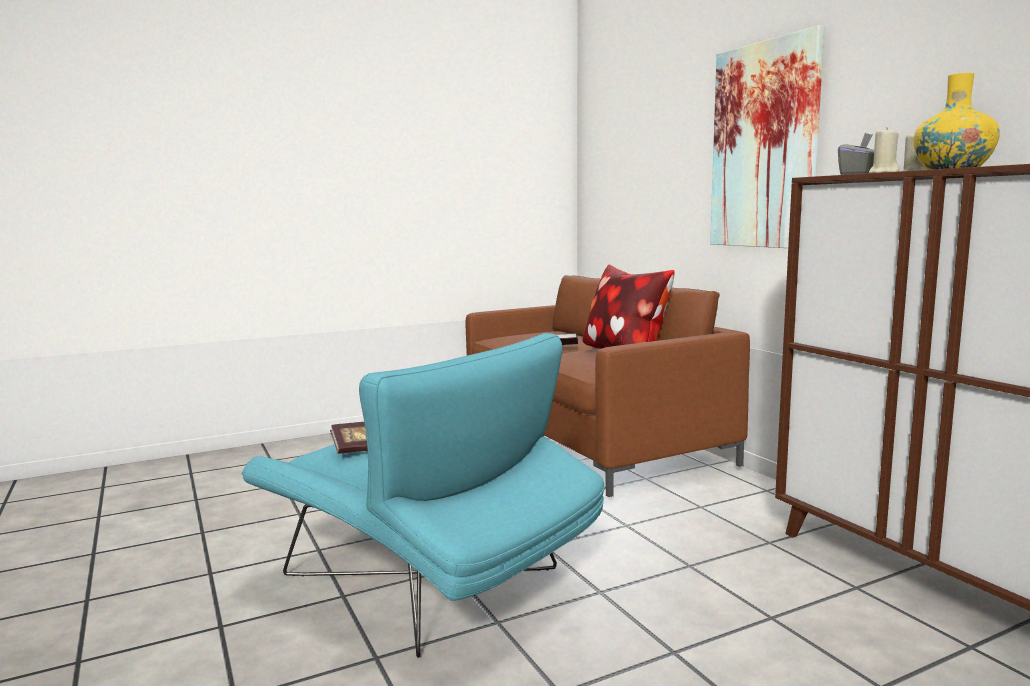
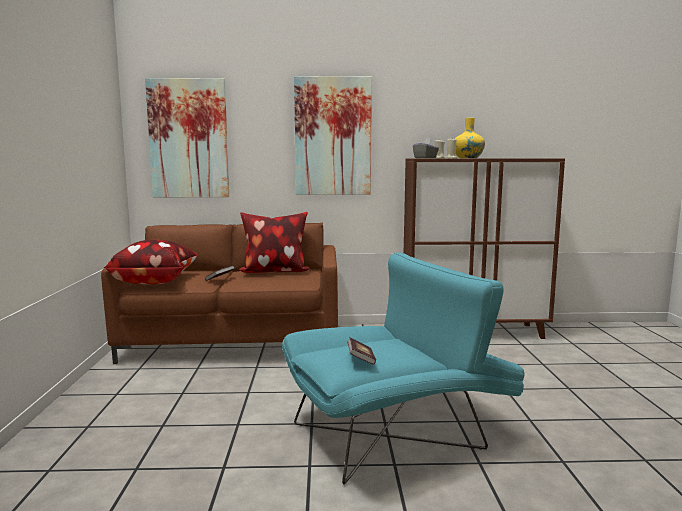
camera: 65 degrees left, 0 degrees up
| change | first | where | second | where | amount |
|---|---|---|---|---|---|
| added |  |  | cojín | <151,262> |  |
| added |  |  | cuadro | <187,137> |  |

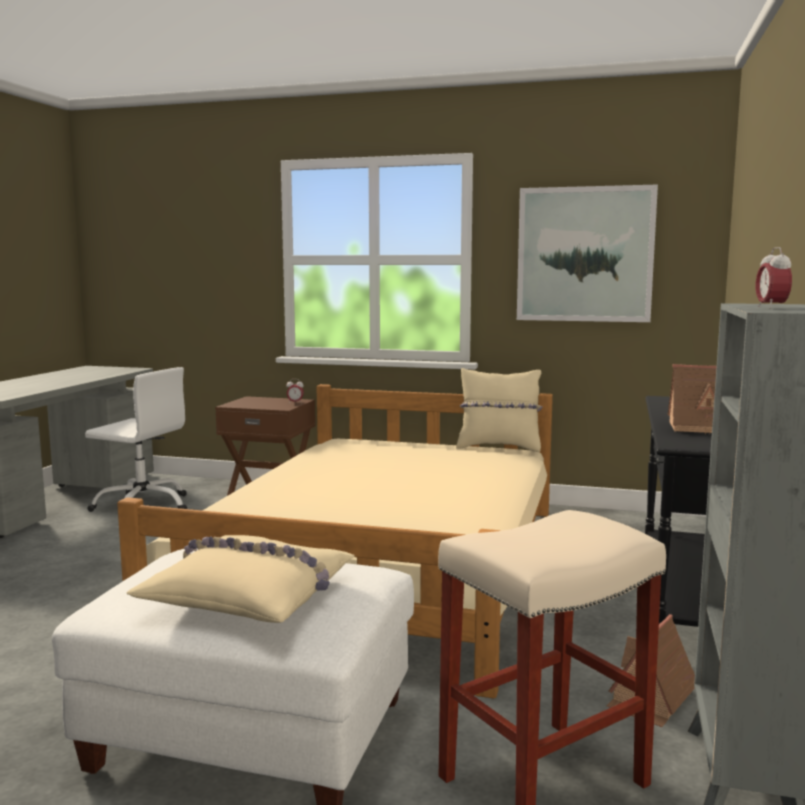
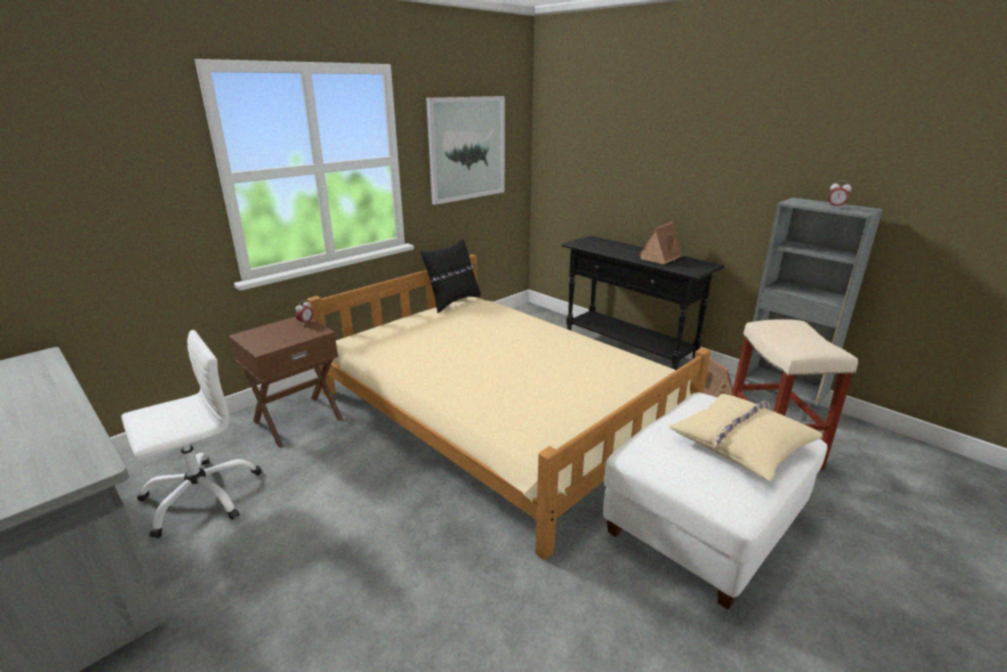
camera: 60 degrees left, 15 degrees up
| change | first | where | second | where | amount |
|---|---|---|---|---|---|
| recoloured | cojín (beis) | <499,410> | cojín (negro) | <450,276> |  |

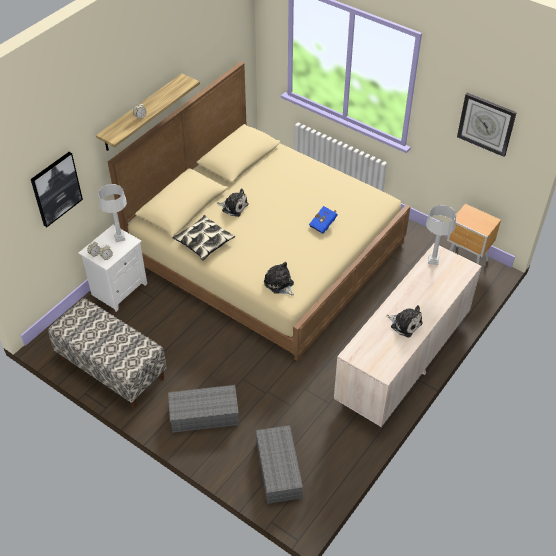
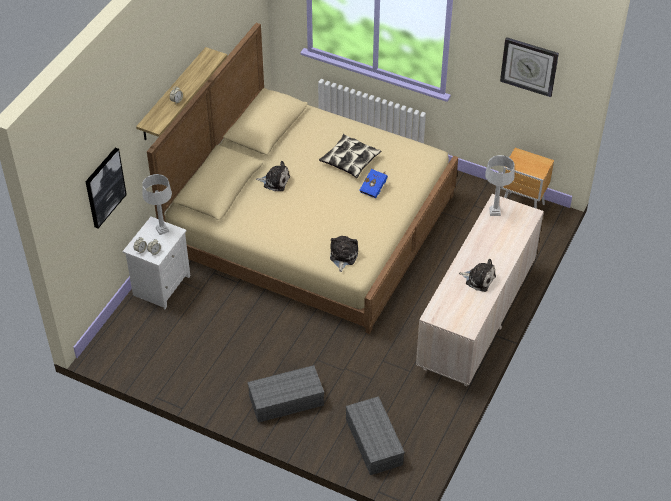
camera: 10 degrees left, 0 degrees up
| change | first | where | second | where | amount |
|---|---|---|---|---|---|
| removed | banco | <107,353> |  |  |  |
| moved | cojín | <204,237> |  | <350,156> |  |
| turned | peluche | <279,279> |  | <344,254> | 60 degrees clockwise |

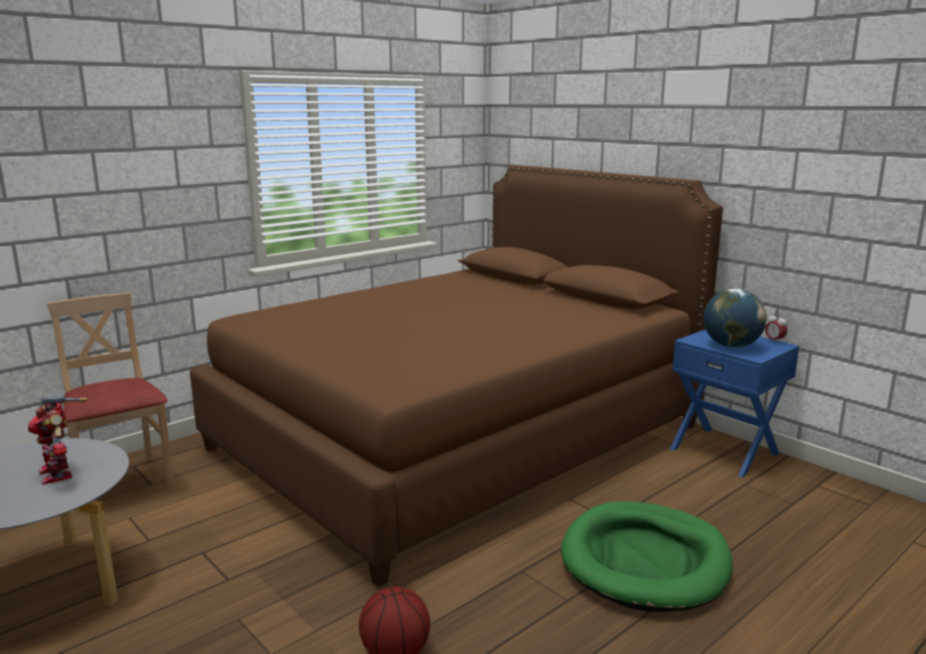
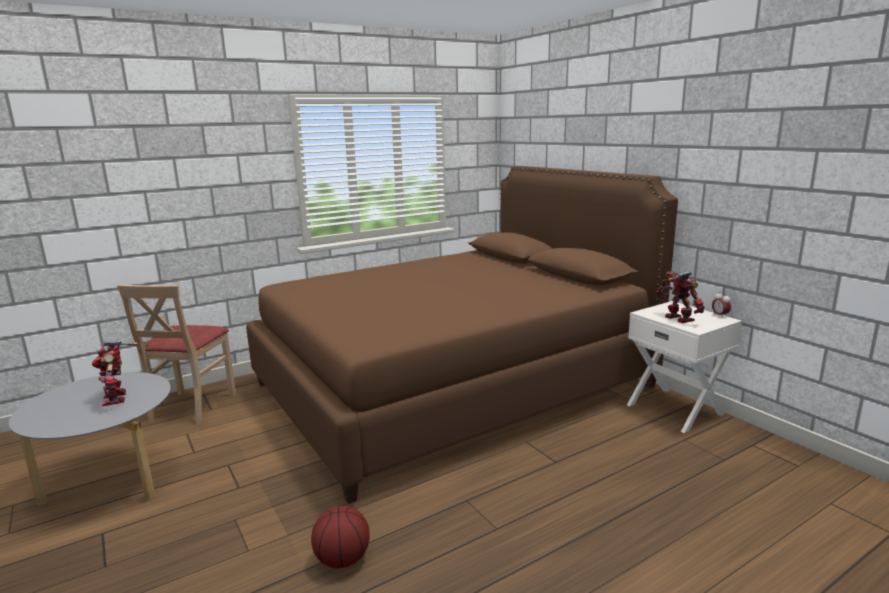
camera: 10 degrees right, 0 degrees up
| change | first | where | second | where | amount |
|---|---|---|---|---|---|
| removed | cama para perro (verde) | <647,556> |  |  |  |
| replaced | globo terráqueo | <735,318> | robot de juguete | <681,297> |  |
| recoloured | mesita de noche (azul) | <734,403> | mesita de noche (blanco) | <684,367> |  |
| turned | silla (beis) | <111,403> |  | <176,354> | 150 degrees counterclockwise |

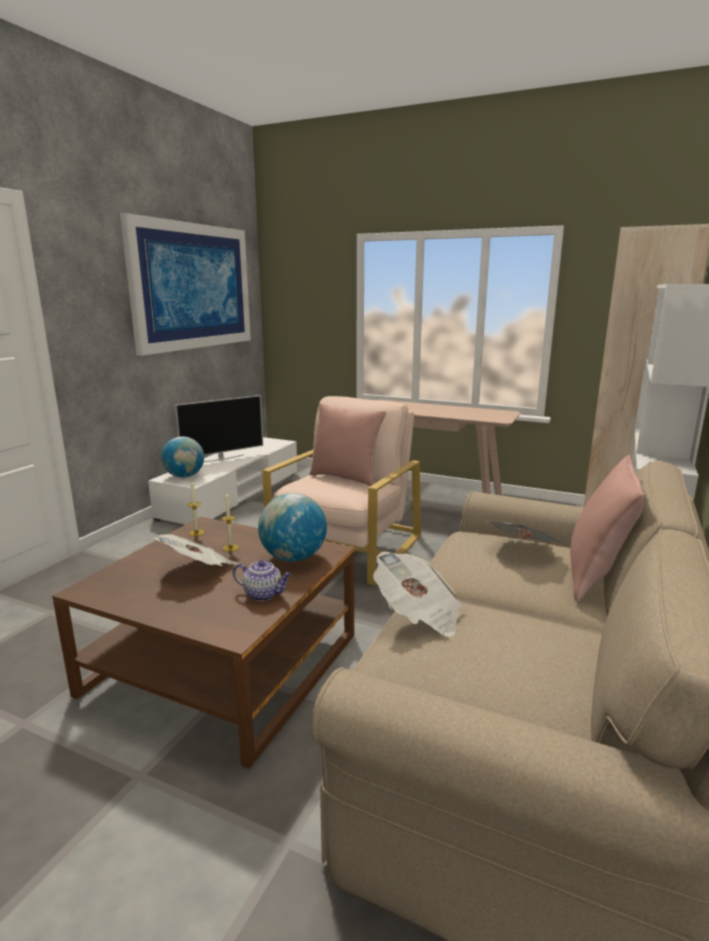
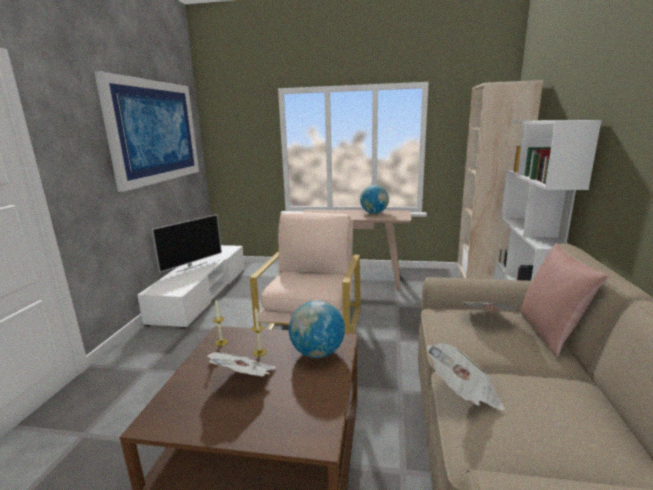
camera: 15 degrees left, 0 degrees up
| change | first | where | second | where | amount |
|---|---|---|---|---|---|
| removed | tetera | <262,580> |  |  |  |
| removed | cojín (rosa) | <347,444> |  |  |  |
| moved | globo terráqueo | <182,457> |  | <374,199> |  |

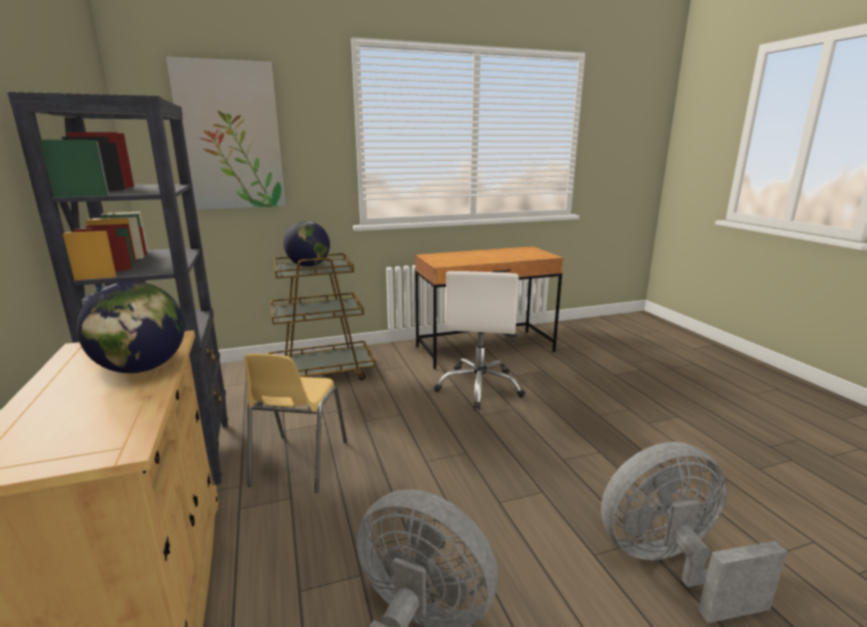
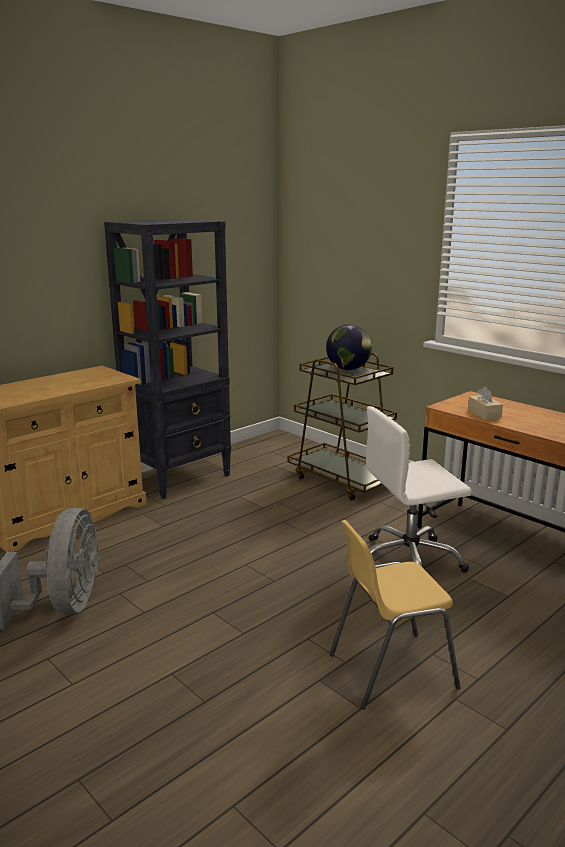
camera: 65 degrees right, 0 degrees up
| change | first | where | second | where | amount |
|---|---|---|---|---|---|
| removed | globo terráqueo | <131,327> |  |  |  |
| removed | cuadro | <226,133> |  |  |  |
| removed | ventilador (gris) | <694,532> |  |  |  |
| added |  |  | caja de pañuelos (beis) | <485,403> |  |
| moved | silla (amarillo) | <295,423> |  | <395,614> |  |

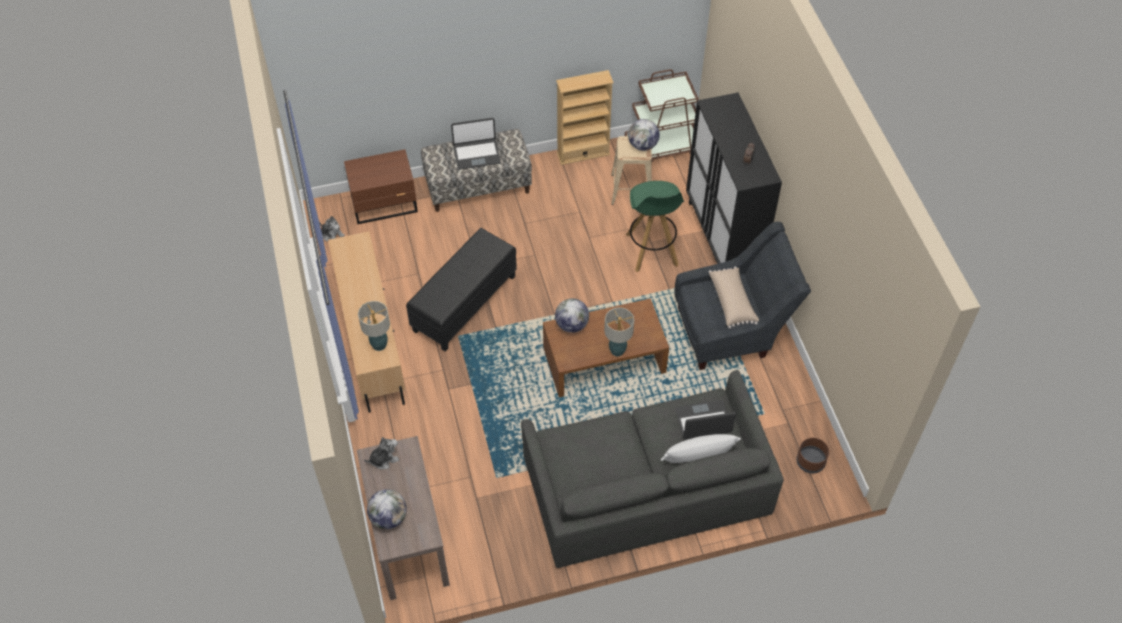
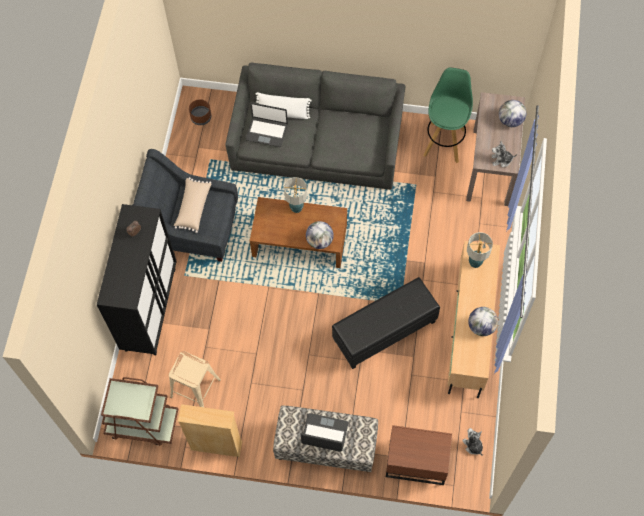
camera: 155 degrees left, 10 degrees up
| change | first | where | second | where | amount |
|---|---|---|---|---|---|
| moved | taburete (verde) | <655,226> |  | <448,115> |  |
| moved | globo terráqueo | <644,135> |  | <483,321> |  |

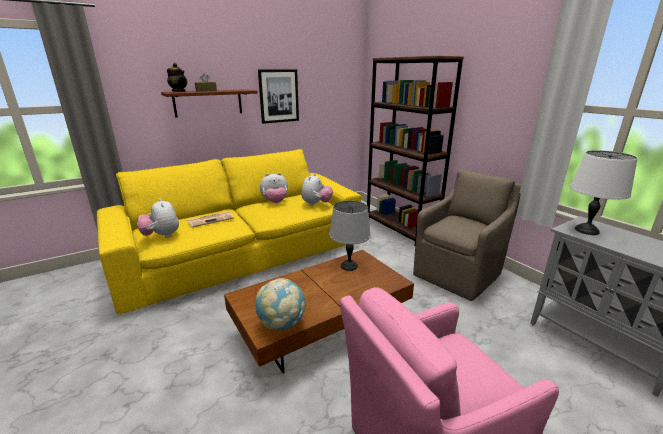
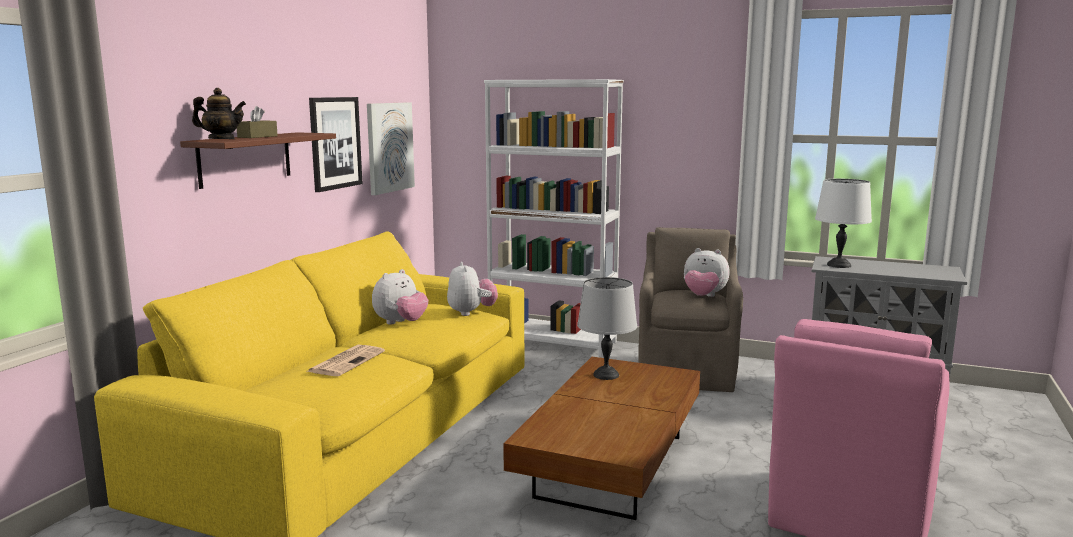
camera: 35 degrees left, 10 degrees down
| change | first | where | second | where | amount |
|---|---|---|---|---|---|
| removed | globo terráqueo | <280,304> |  |  |  |
| added |  |  | cuadro | <391,148> |  |
| moved | peluche | <158,218> |  | <707,272> |  |
| recoloured | estantería (marrón) | <415,150> | estantería (blanco) | <554,218> |  |

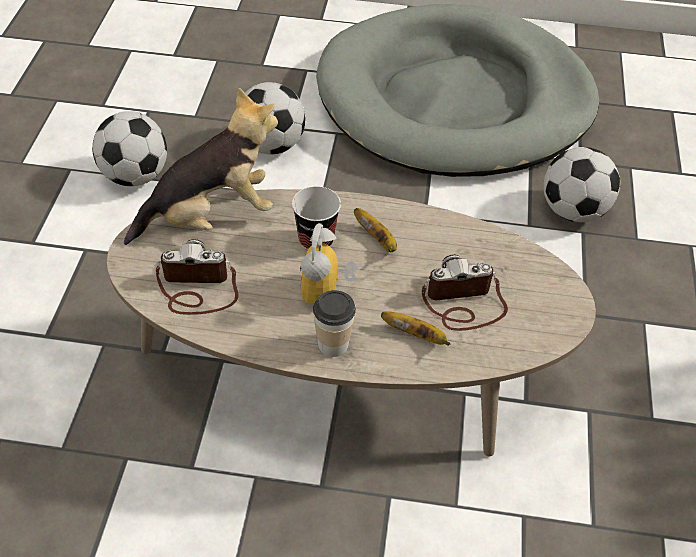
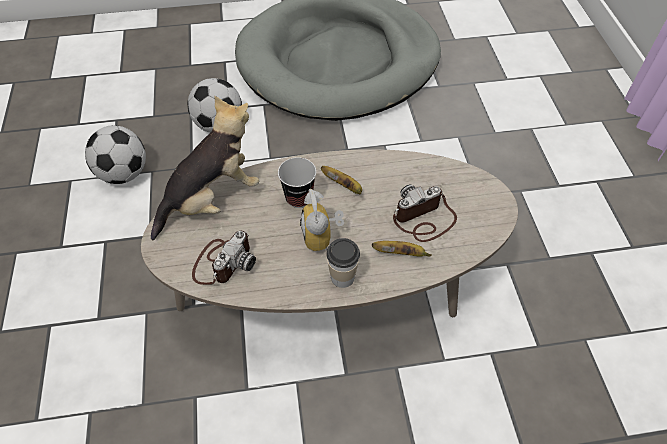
camera: 15 degrees left, 5 degrees up
| change | first | where | second | where | amount |
|---|---|---|---|---|---|
| removed | balón de fútbol | <581,184> |  |  |  |
| turned | cámara | <197,277> |  | <224,258> | 135 degrees clockwise |

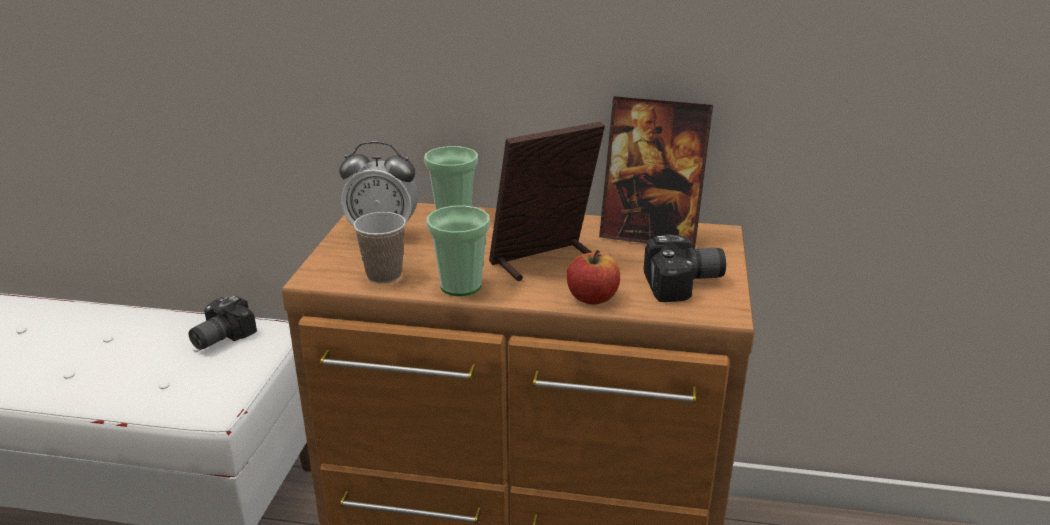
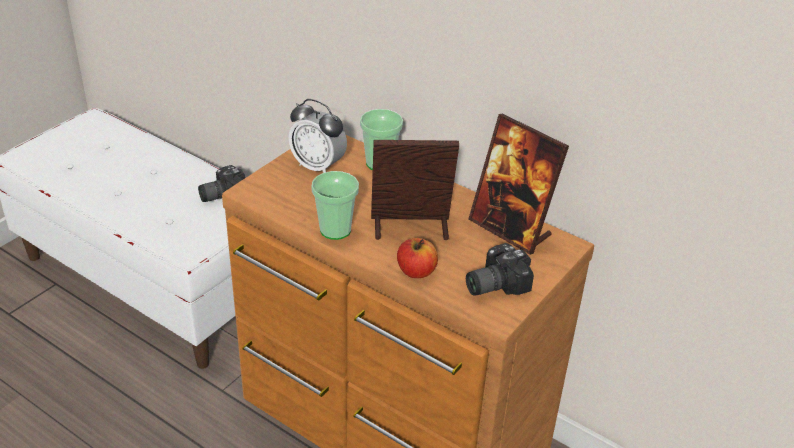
camera: 25 degrees right, 10 degrees up
| change | first | where | second | where | amount |
|---|---|---|---|---|---|
| removed | taza | <379,247> |  |  |  |
| turned | cámara | <685,268> |  | <500,269> | 135 degrees clockwise |

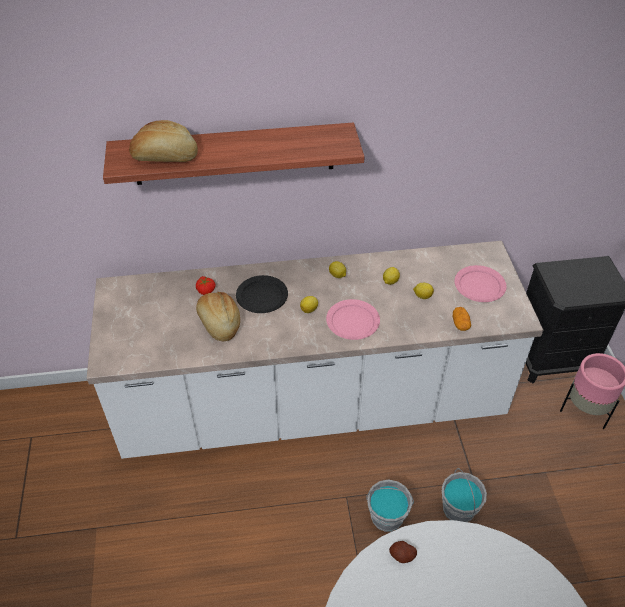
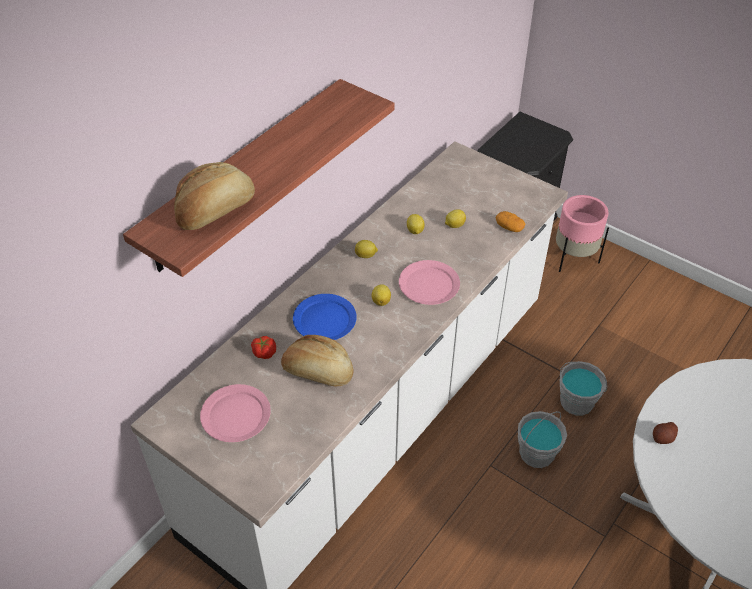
camera: 45 degrees left, 0 degrees up
| change | first | where | second | where | amount |
|---|---|---|---|---|---|
| moved | plato (rosa) | <480,283> |  | <235,413> |  |
| recoloured | plato (negro) | <262,294> | plato (azul) | <325,317> |  |

